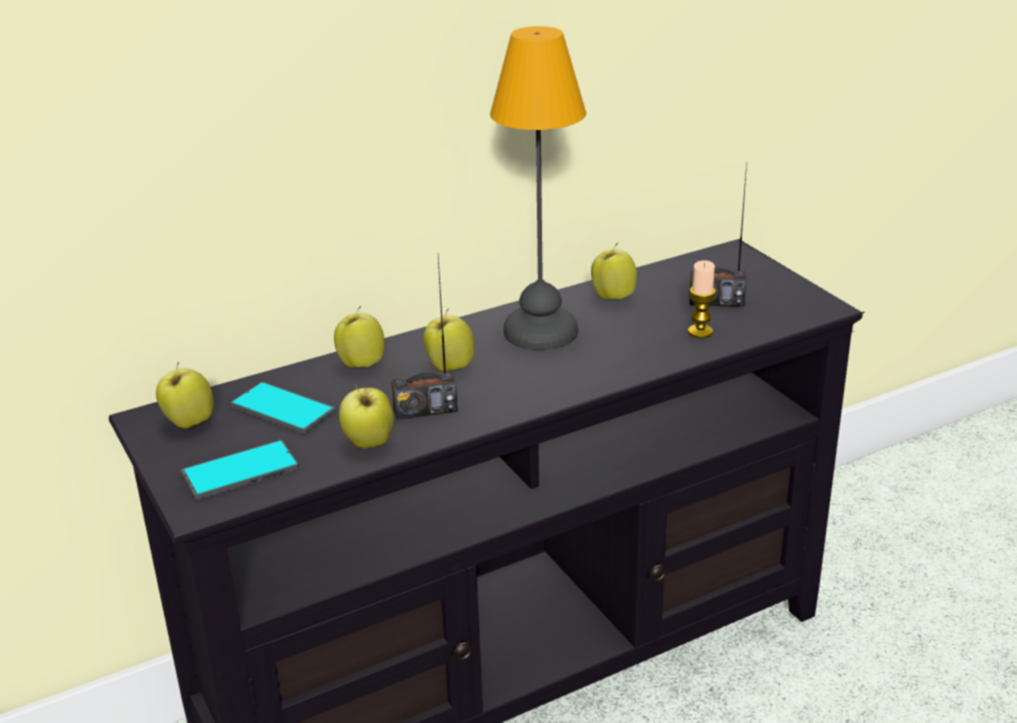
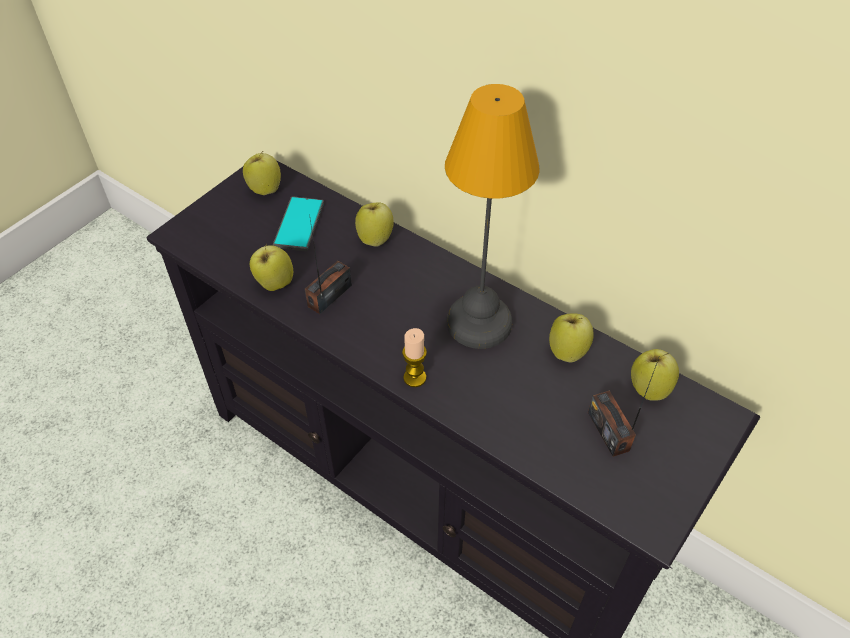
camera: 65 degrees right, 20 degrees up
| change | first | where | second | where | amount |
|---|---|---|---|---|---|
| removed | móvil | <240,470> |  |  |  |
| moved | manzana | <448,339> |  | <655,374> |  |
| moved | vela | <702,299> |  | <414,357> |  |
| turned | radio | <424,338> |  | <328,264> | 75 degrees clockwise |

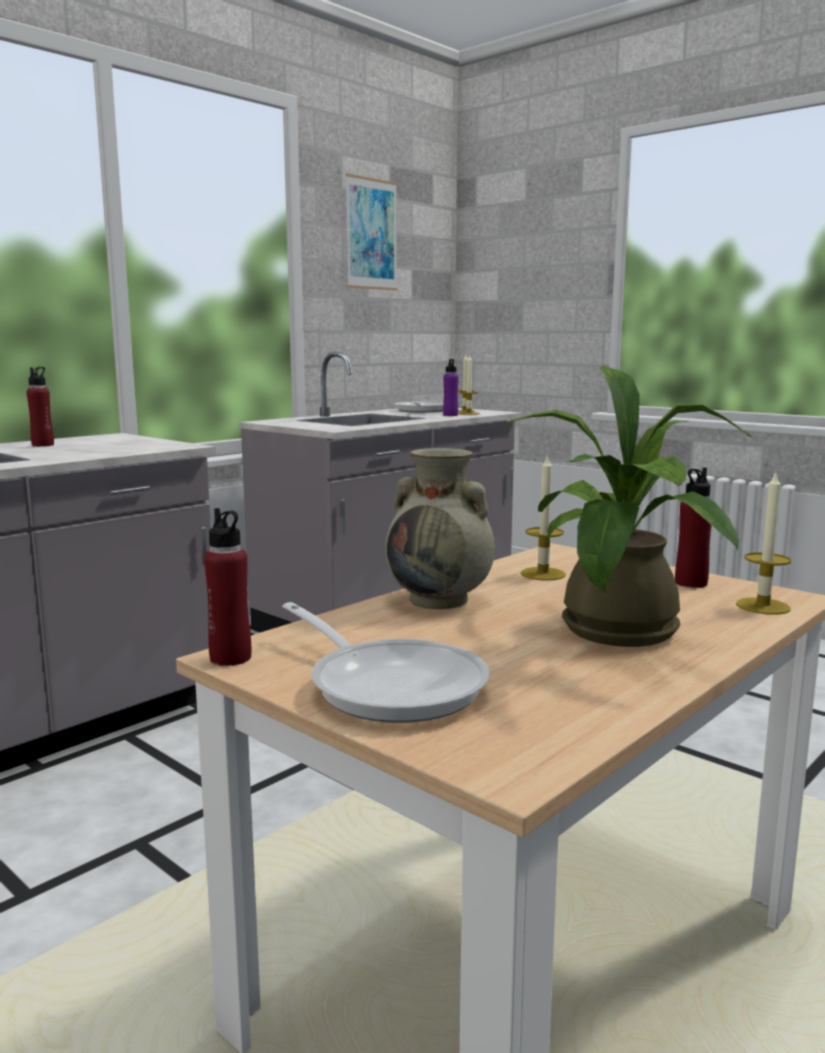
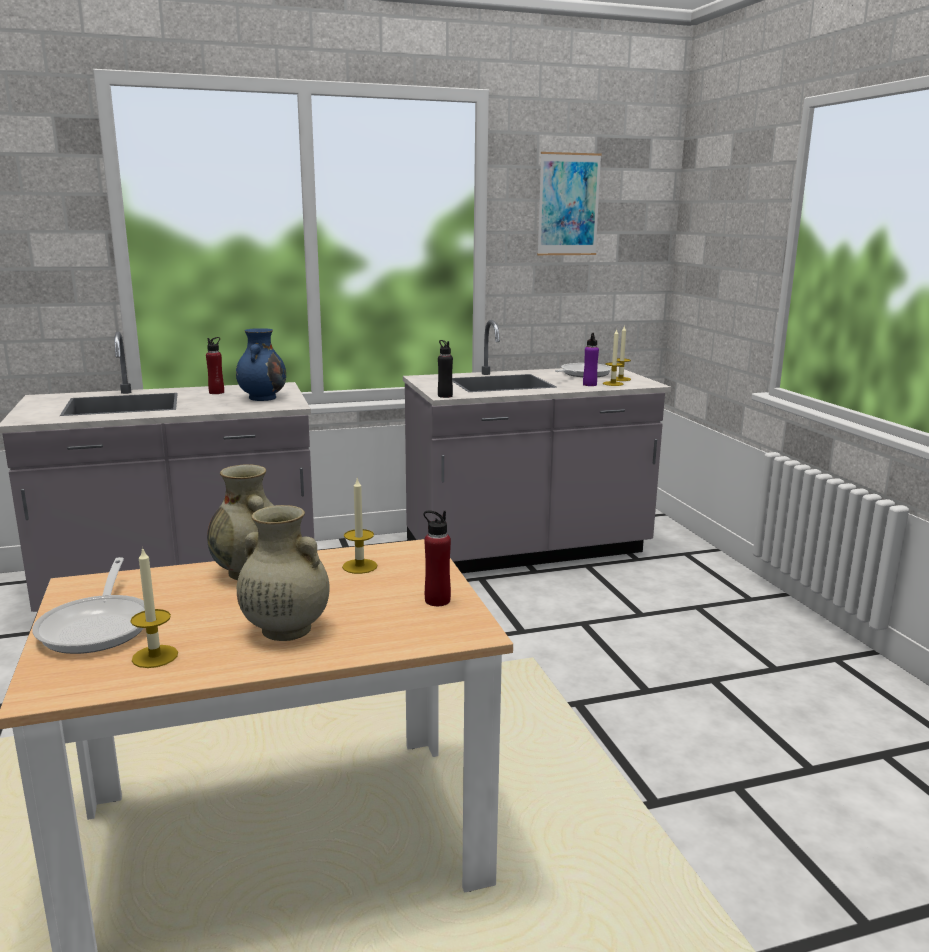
camera: 30 degrees right, 5 degrees up
| change | first | where | second | where | amount |
|---|---|---|---|---|---|
| removed | botella (rojo) | <227,587> |  |  |  |
| added |  |  | florero (azul) | <261,364> |  |
| added |  |  | botella (negro) | <445,369> |  |
| moved | vela | <763,542> |  | <154,607> |  |
| replaced | planta en maceta | <628,506> | florero (beis) | <283,573> |  |

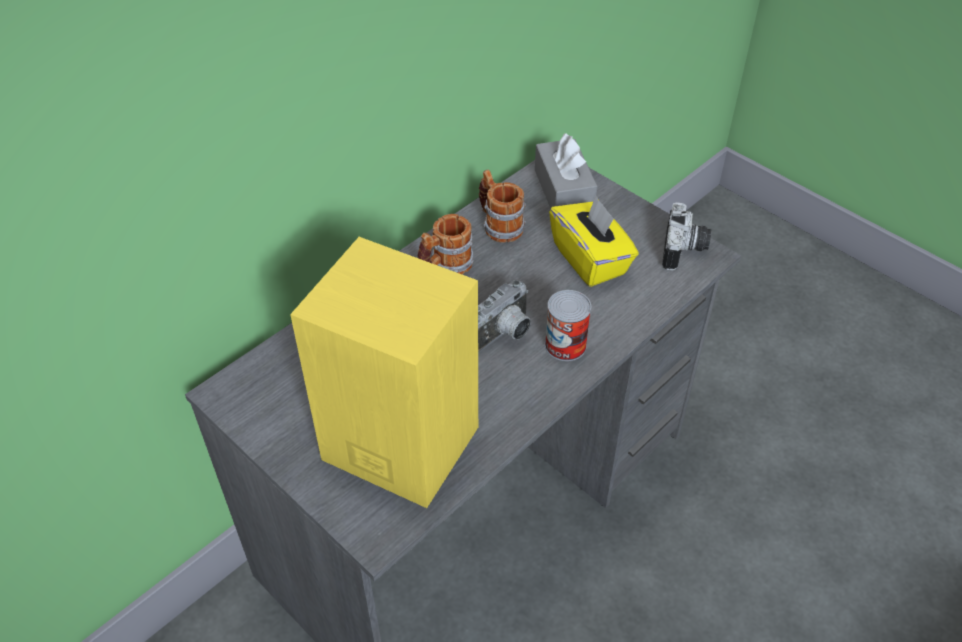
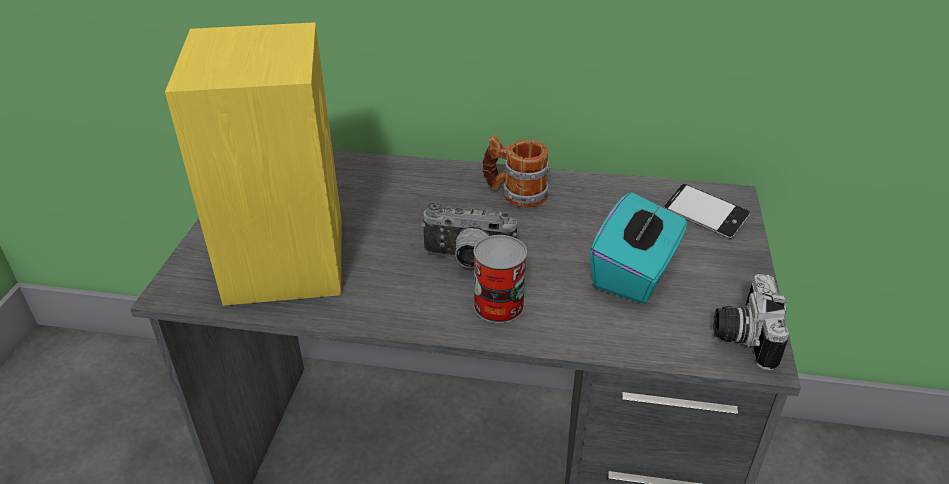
camera: 55 degrees right, 10 degrees down
| change | first | where | second | where | amount |
|---|---|---|---|---|---|
| removed | taza grande | <502,206> |  |  |  |
| replaced | caja de pañuelos (gris) | <566,171> | móvil | <707,211> |  |
| recoloured | caja de pañuelos (amarillo) | <594,241> | caja de pañuelos (turquesa) | <638,248> |  |
| turned | cámara | <687,236> |  | <751,322> | 120 degrees clockwise |

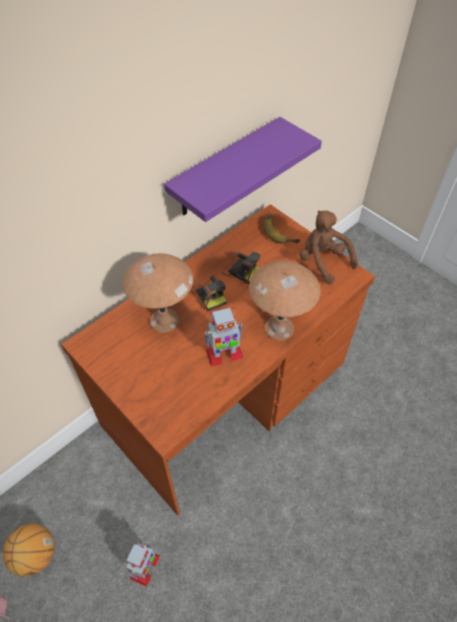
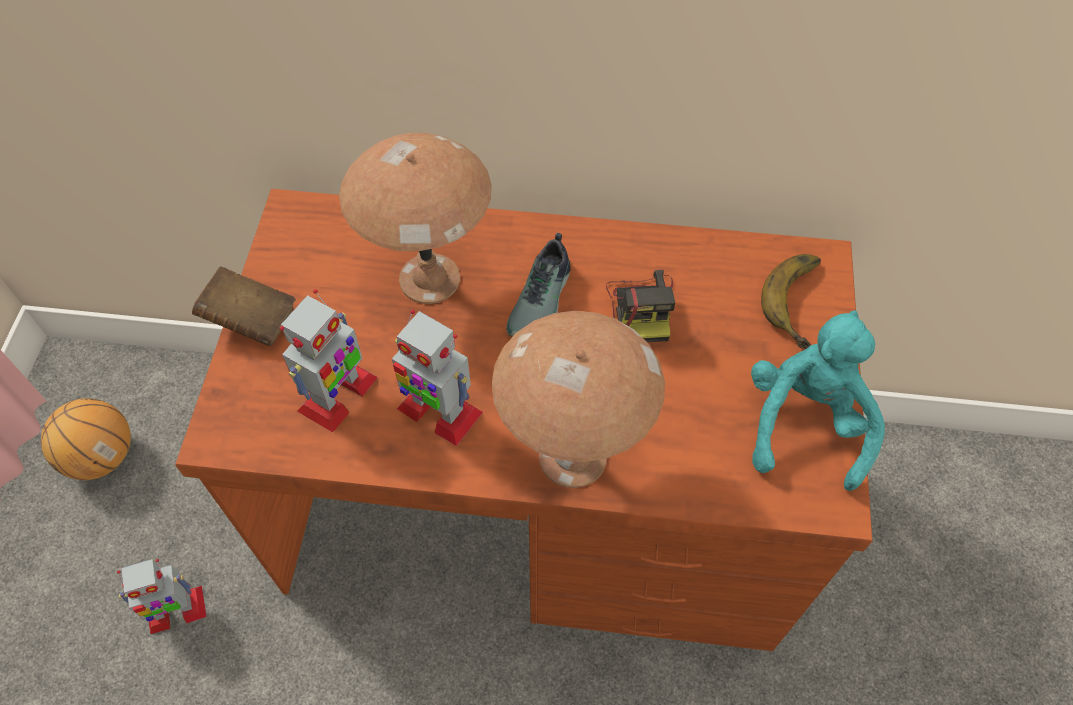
camera: 50 degrees right, 5 degrees up
| change | first | where | second | where | amount |
|---|---|---|---|---|---|
| removed | estante (morado) | <243,169> |  |  |  |
| added |  |  | libro (marrón) | <244,306> |  |
| added |  |  | robot de juguete | <329,361> |  |
| replaced | cámara | <208,293> | zapato | <538,285> |  |
| recoloured | peluche (marrón) | <328,247> | peluche (turquesa) | <818,400> |  |

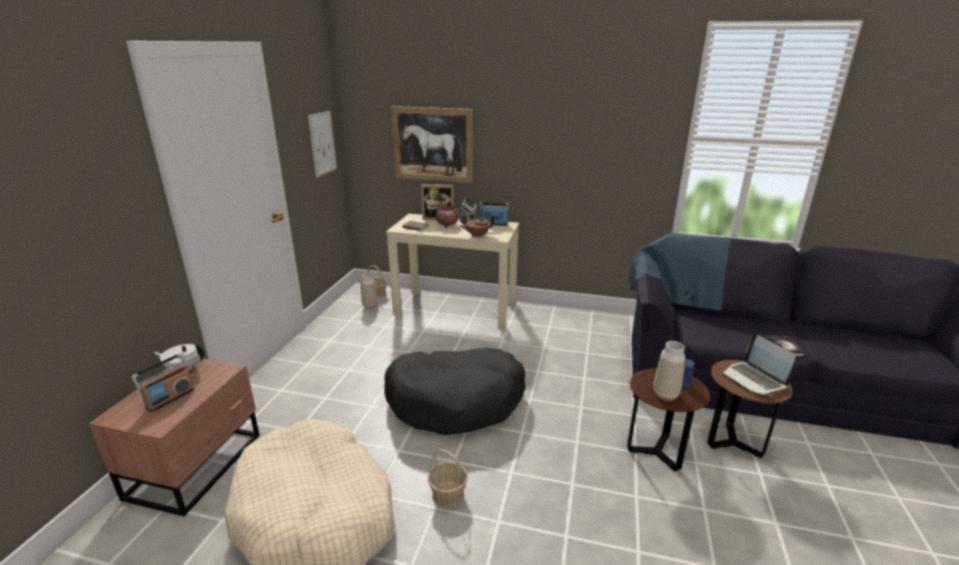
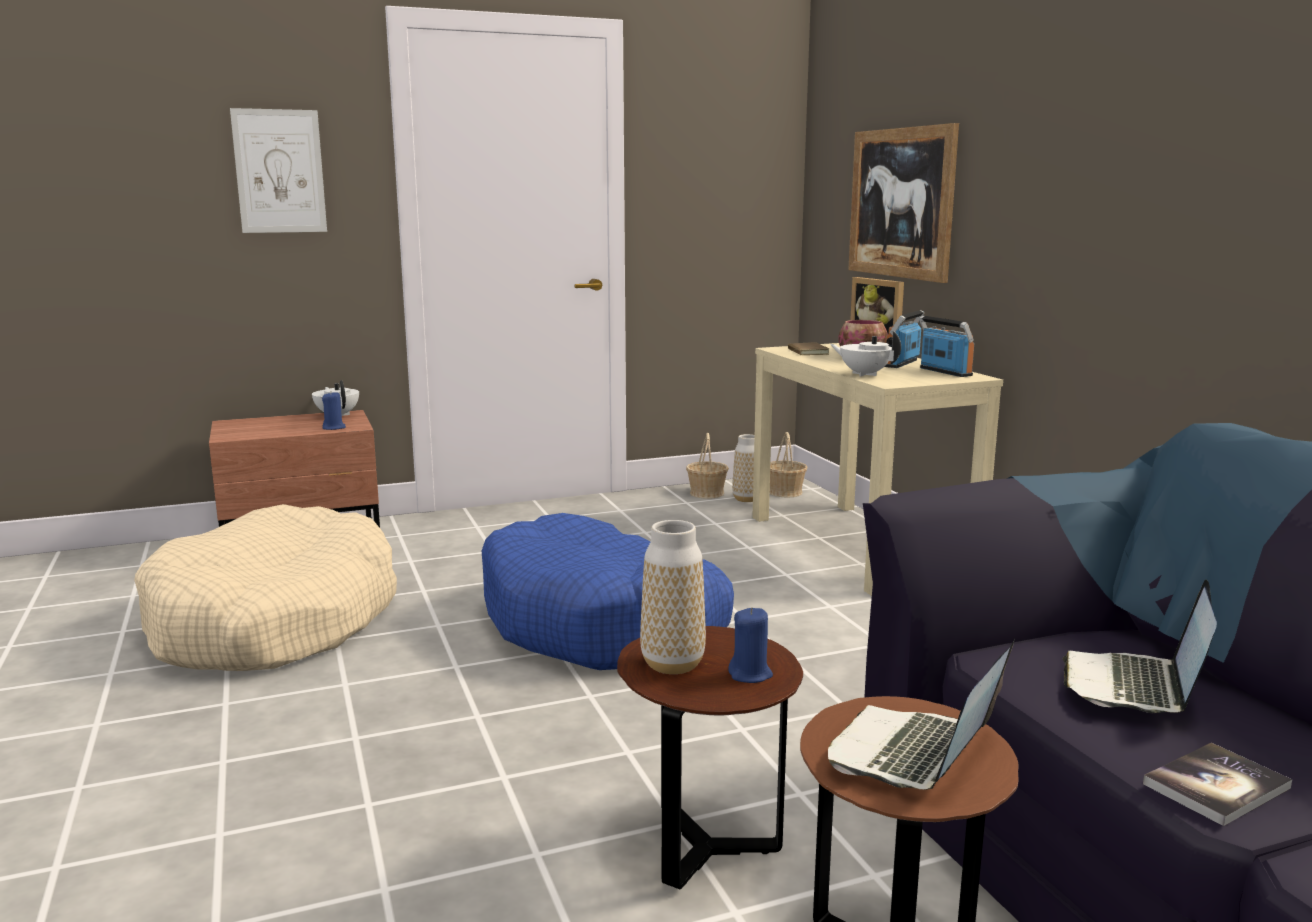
camera: 55 degrees right, 10 degrees down
| change | first | where | second | where | amount |
|---|---|---|---|---|---|
| removed | radio | <163,382> |  |  |  |
| added |  |  | vela (azul) | <334,411> |  |
| added |  |  | portátil | <1140,646> |  |
| moved | cuadro | <322,144> |  | <278,170> |  |
| moved | cesta | <448,478> |  | <707,466> |  |
| recoloured | cama para perro (negro) | <455,391> | cama para perro (azul) | <608,591> |  |
| recoloured | tetera (marrón) | <476,226> | tetera (blanco) | <865,353> |  |

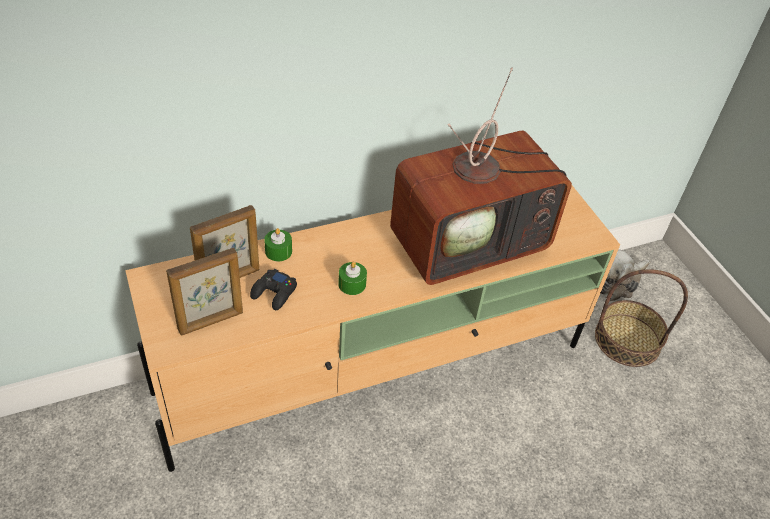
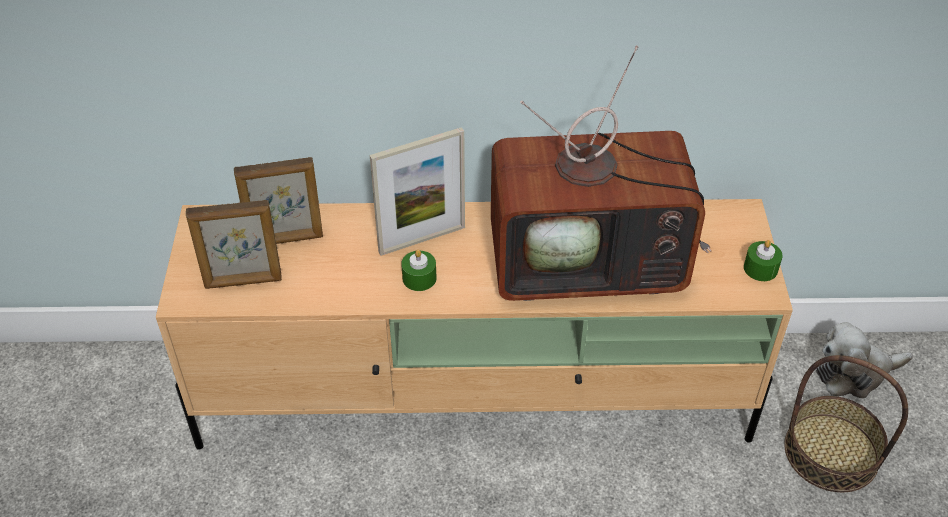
camera: 25 degrees right, 0 degrees up
| change | first | where | second | where | amount |
|---|---|---|---|---|---|
| removed | mando de consola (negro) | <273,289> |  |  |  |
| added |  |  | portarretratos | <417,191> |  |
| moved | vela (verde) | <278,244> |  | <763,260> |  |

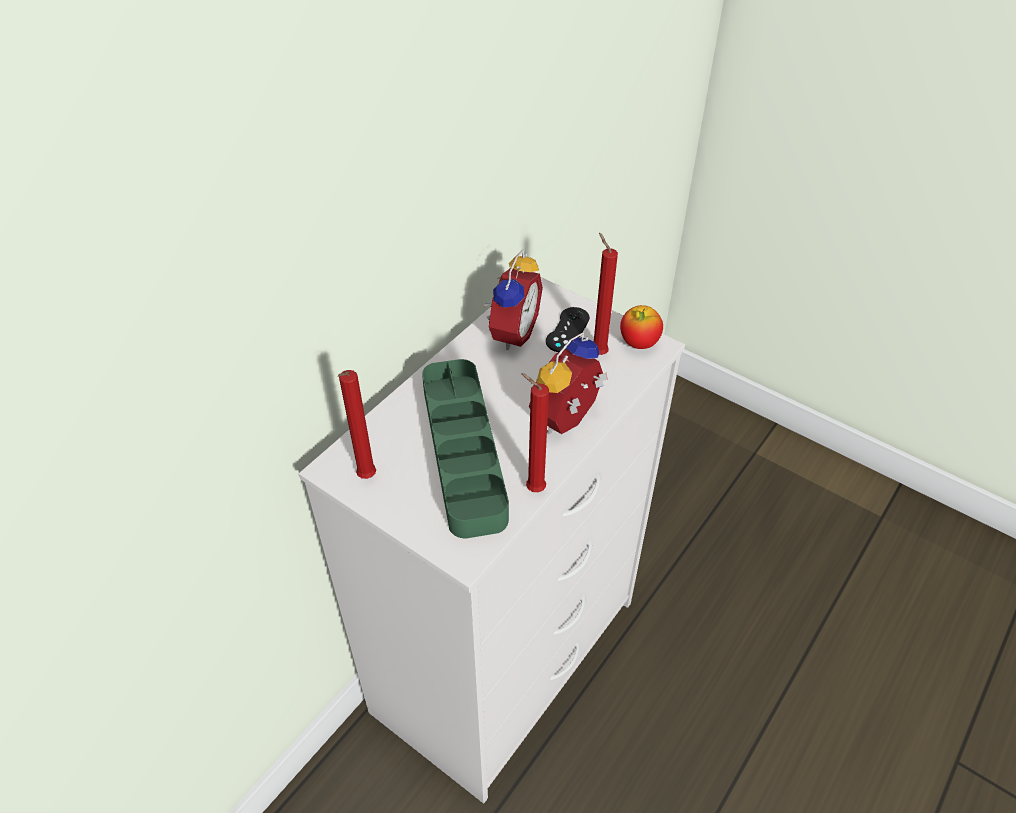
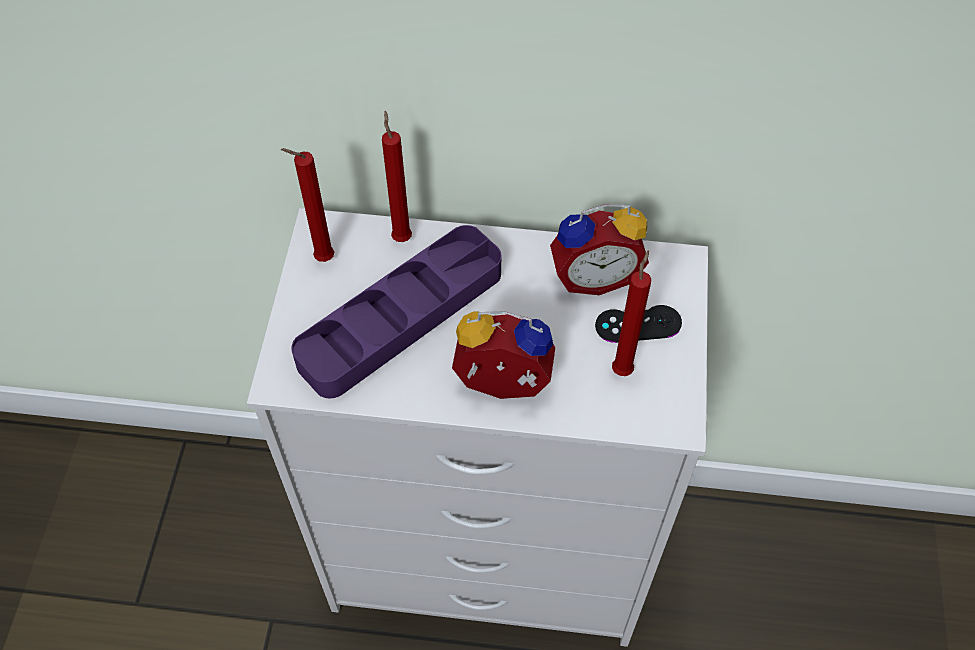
camera: 60 degrees right, 10 degrees up
| change | first | where | second | where | amount |
|---|---|---|---|---|---|
| removed | manzana | <641,327> |  |  |  |
| moved | vela (rojo) | <535,432> |  | <397,176> |  |
| recoloured | bandeja (verde) | <465,448> | bandeja (morado) | <396,311> |  |

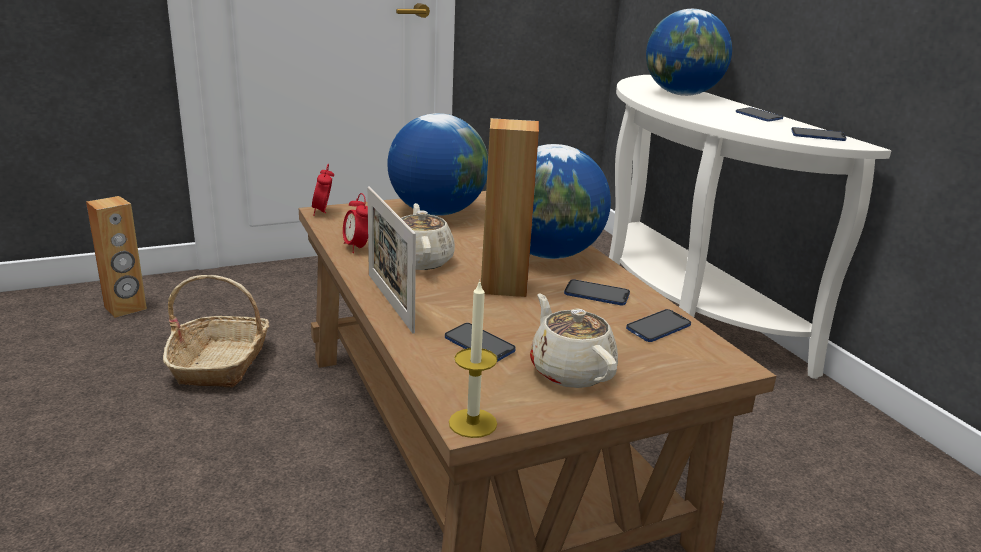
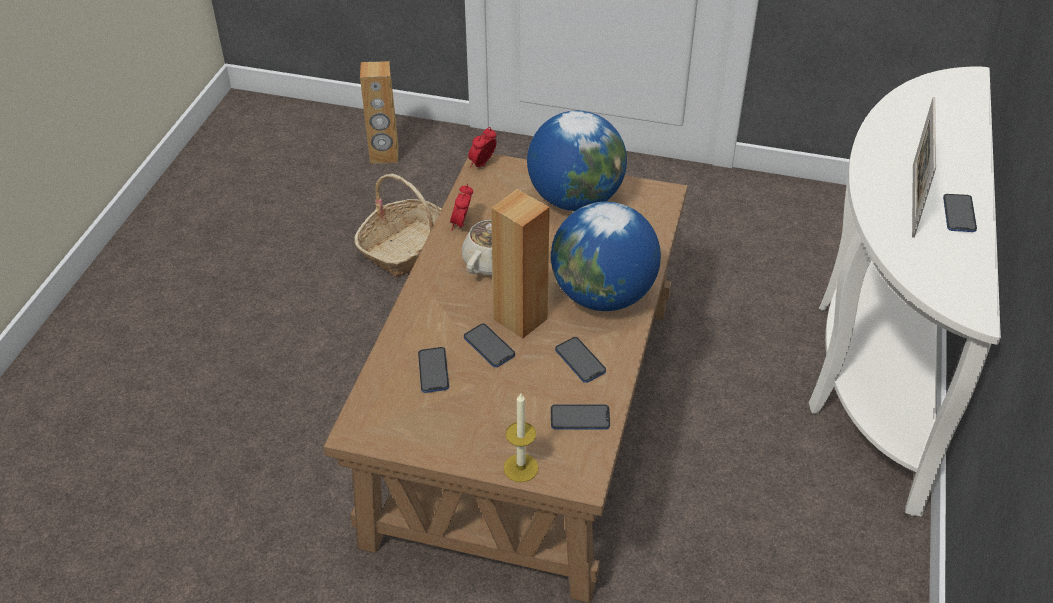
camera: 40 degrees right, 20 degrees up
| change | first | where | second | where | amount |
|---|---|---|---|---|---|
| removed | tetera (beis) | <574,340> |  |  |  |
| removed | globo terráqueo | <689,52> |  |  |  |
| moved | portarretratos | <391,259> |  | <924,167> |  |
| moved | vela | <473,358> |  | <521,437> |  |
| moved | móvil | <818,134> |  | <489,346> |  |

